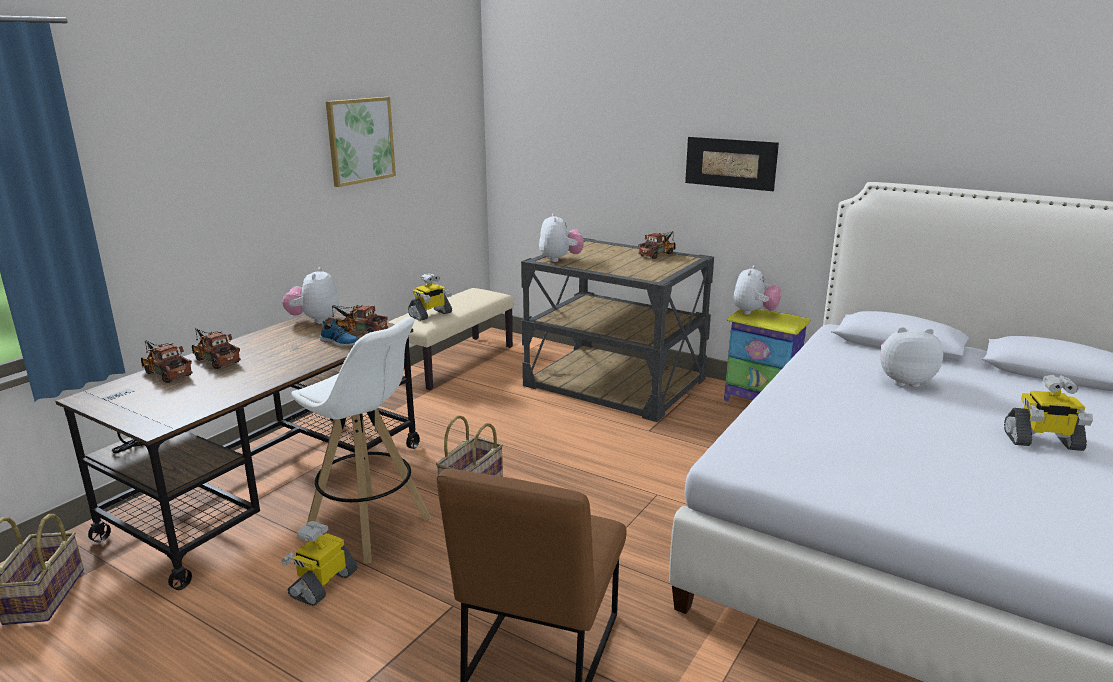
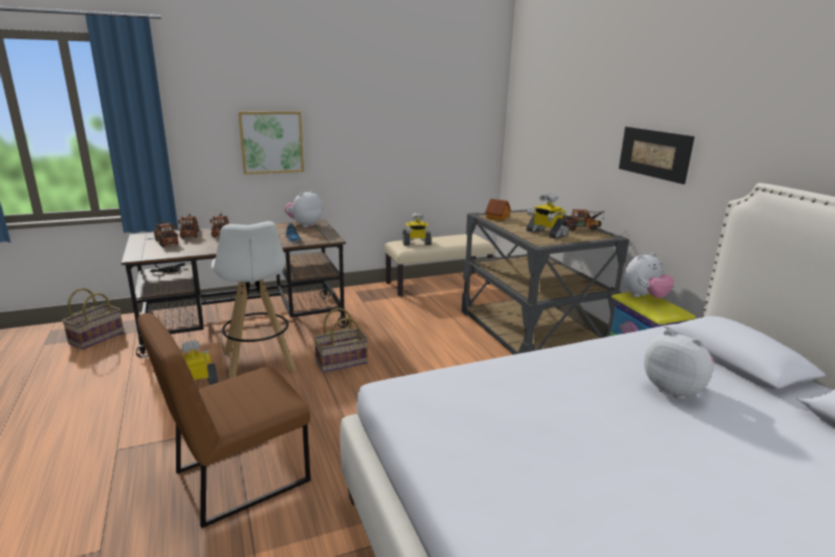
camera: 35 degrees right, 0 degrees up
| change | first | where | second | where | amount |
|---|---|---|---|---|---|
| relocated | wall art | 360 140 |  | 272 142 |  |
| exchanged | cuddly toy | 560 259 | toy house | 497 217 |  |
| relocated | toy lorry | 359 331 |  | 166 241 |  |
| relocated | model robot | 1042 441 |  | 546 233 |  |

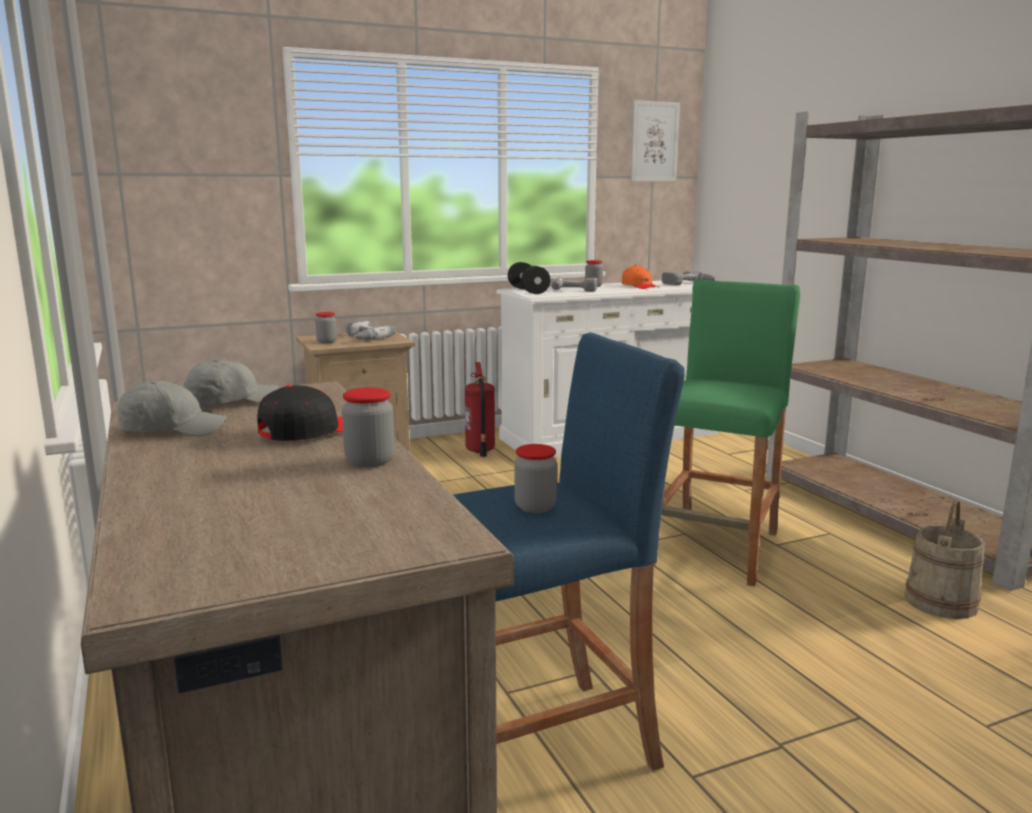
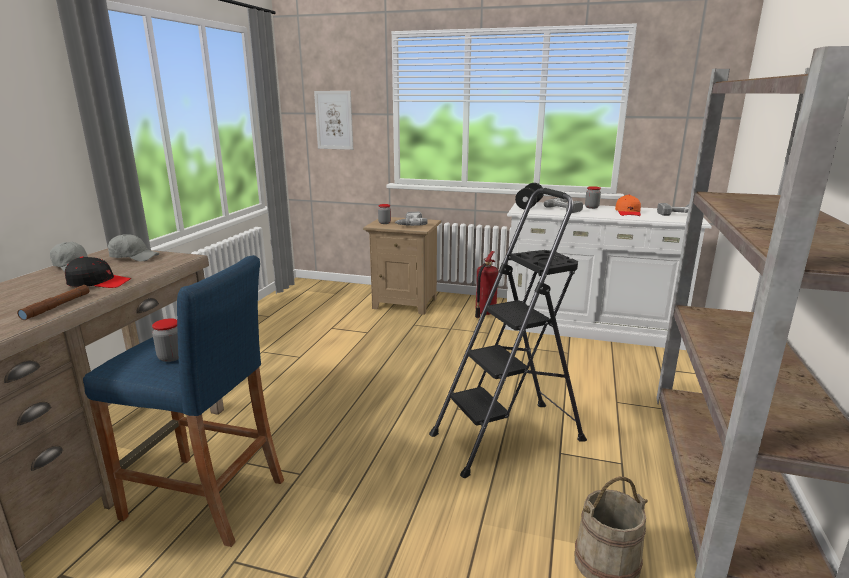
camera: 40 degrees right, 5 degrees up
| change | first | where | second | where | amount |
|---|---|---|---|---|---|
| relocated | wall art | 654 142 |  | 334 120 |  |
| exchanged | stool in green | 716 548 | stepladder | 509 436 |  |
| exchanged | jar | 370 461 | torch in brownish | 57 306 |  |

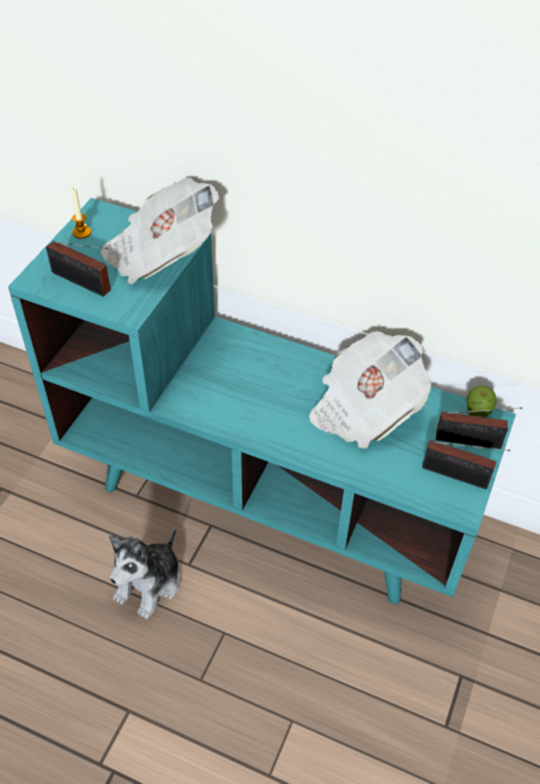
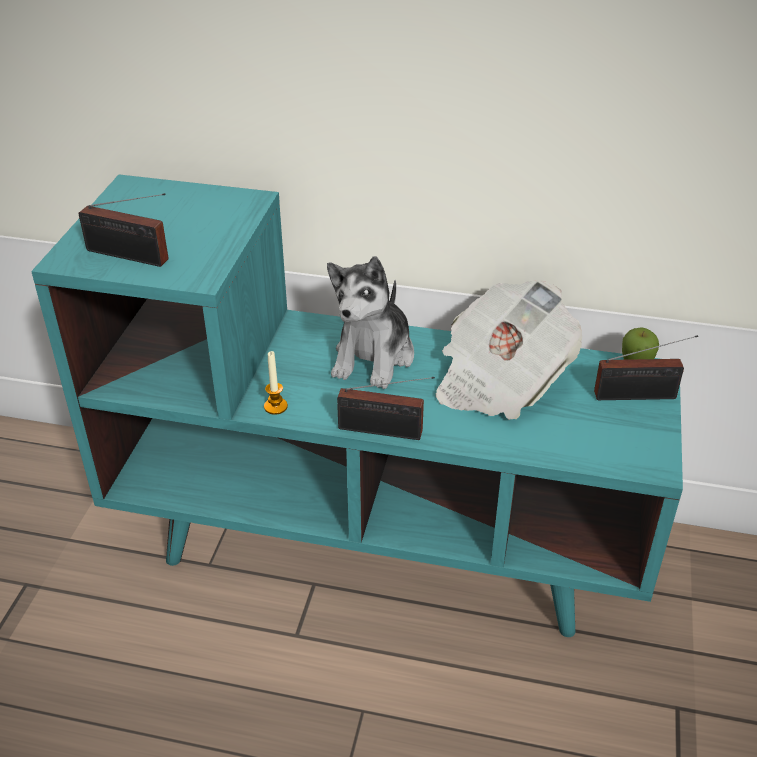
camera: 10 degrees left, 10 degrees down
| change | first | where | second | where | amount |
|---|---|---|---|---|---|
| missing | newspaper | 160 254 |  |  |  |
| relocated | wax candle | 82 232 |  | 275 406 |  |
| relocated | radio set | 459 476 |  | 385 431 |  |
| relocated | cuddly toy | 150 583 |  | 374 357 |  |

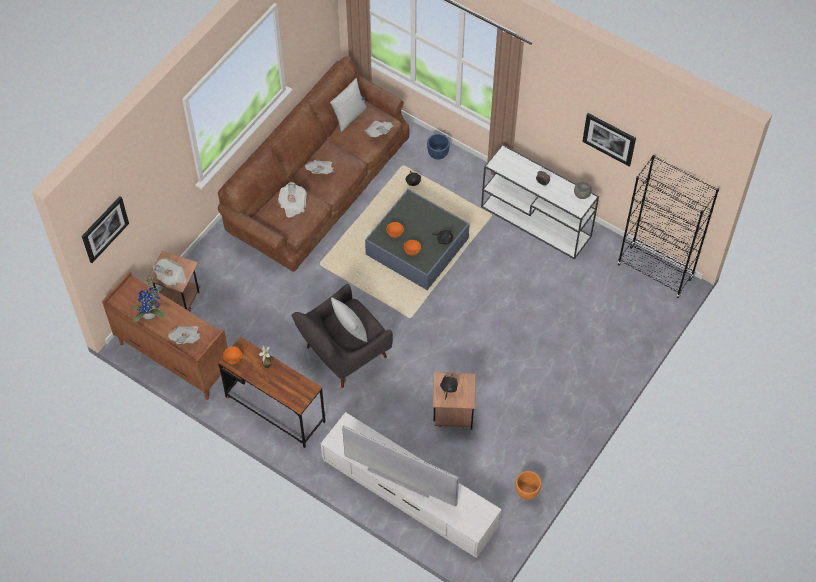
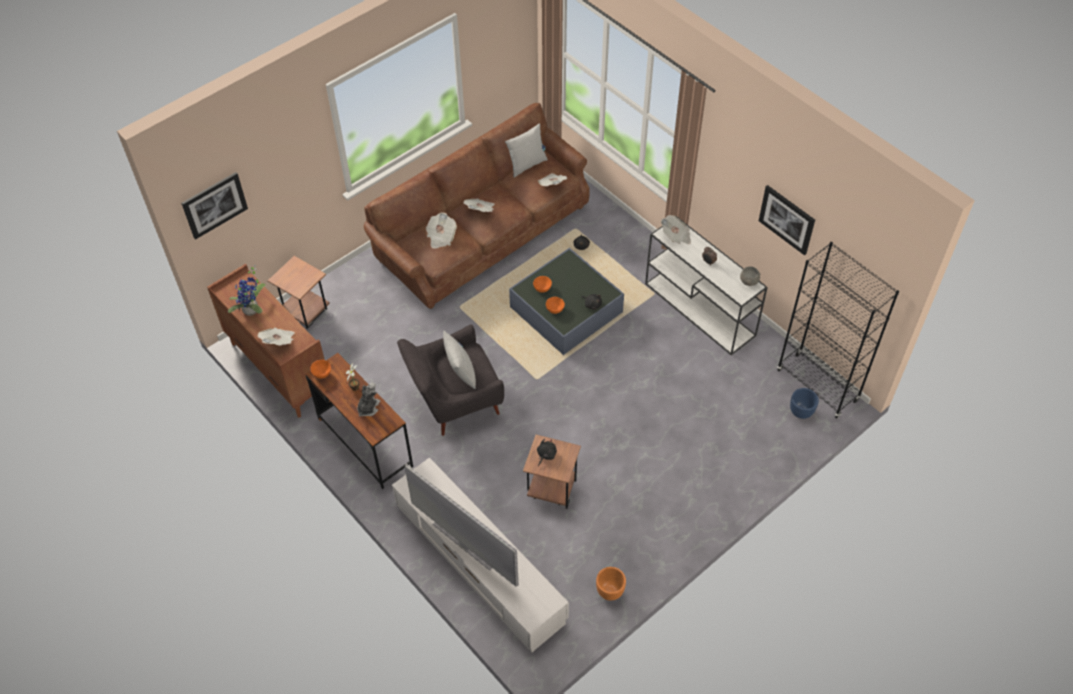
camera: 15 degrees right, 5 degrees down
| change | first | where | second | where | amount |
|---|---|---|---|---|---|
| relocated | flower pot in bluish | 438 154 |  | 801 412 |  |
| relocated | newspaper | 171 277 |  | 676 236 |  |
| appeared |  |  | cuddly toy | 368 407 |  |

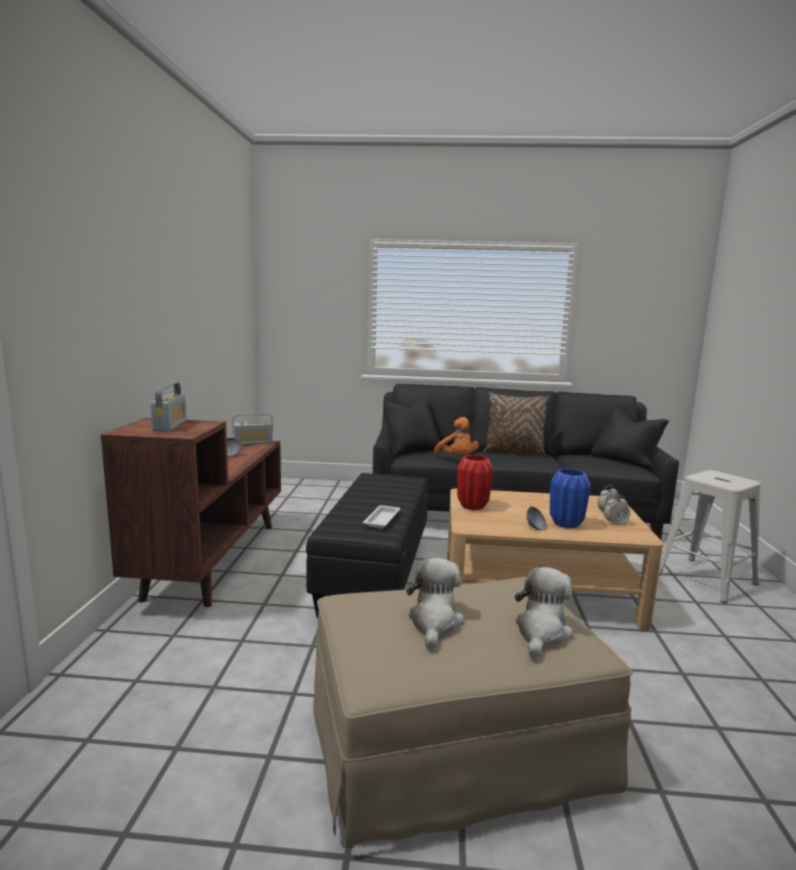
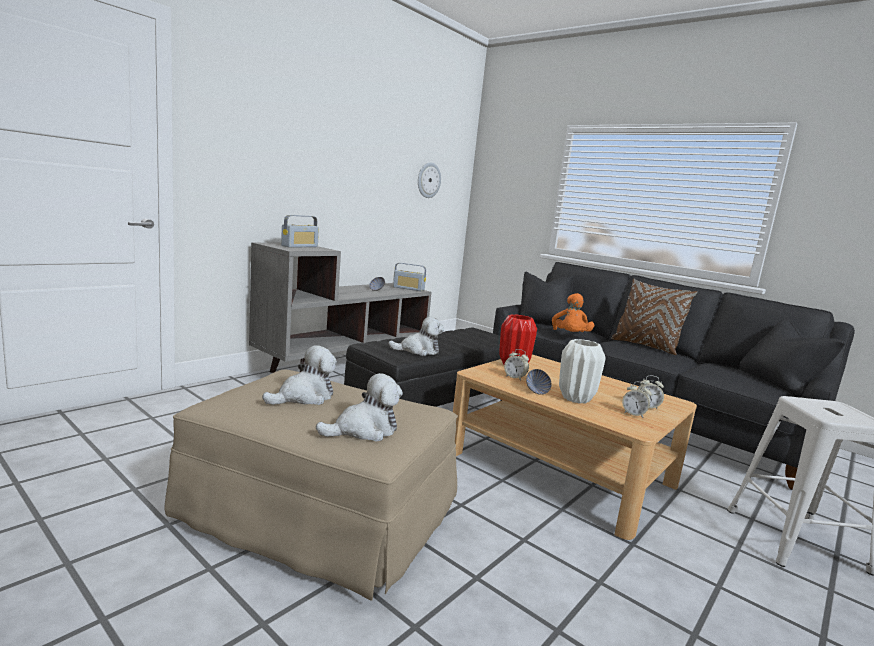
camera: 35 degrees right, 0 degrees up
| change | first | where | second | where | amount |
|---|---|---|---|---|---|
| colour | tv unit in brownish | 214 558 | tv unit in grey | 345 365 |  |
| colour | vase in bluish | 566 524 | vase in white-coloured | 576 398 |  |
| exchanged | serving tray in white-coloured | 382 519 | cuddly toy | 418 350 |  |
| appeared |  |  | clock on the wall | 428 180 |  |
| appeared |  |  | bedside clock | 515 377 |  |

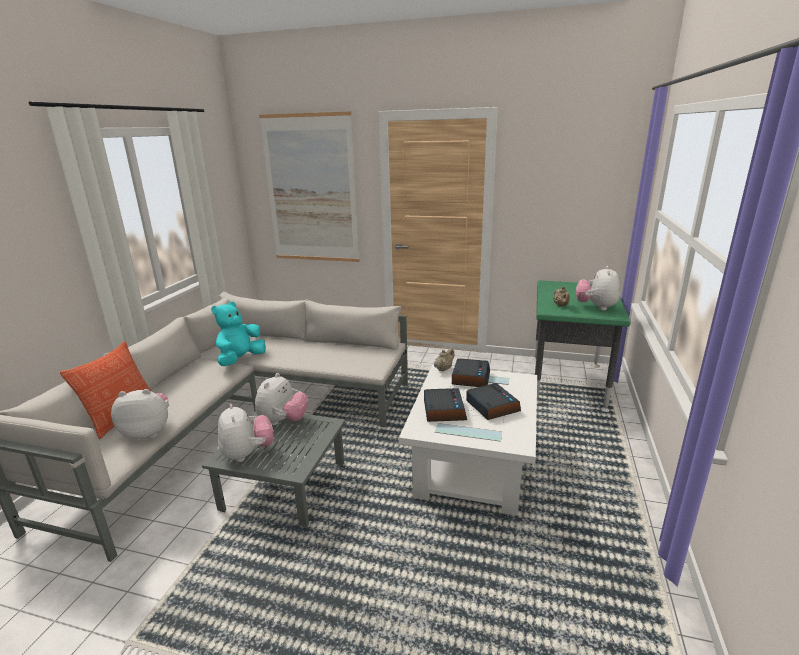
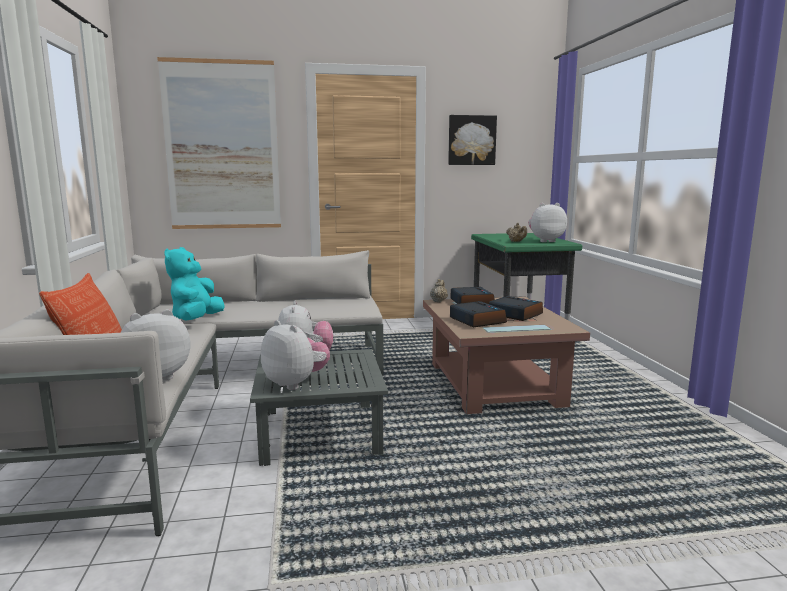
camera: 25 degrees left, 10 degrees down
| change | first | where | second | where | amount |
|---|---|---|---|---|---|
| spun | cuddly toy | 596 307 |  | 545 241 | 90 degrees clockwise |
| colour | lounge table in white-coloured | 472 462 | lounge table in brownish | 493 384 |  |
| appeared |  |  | wall art | 471 140 |  |

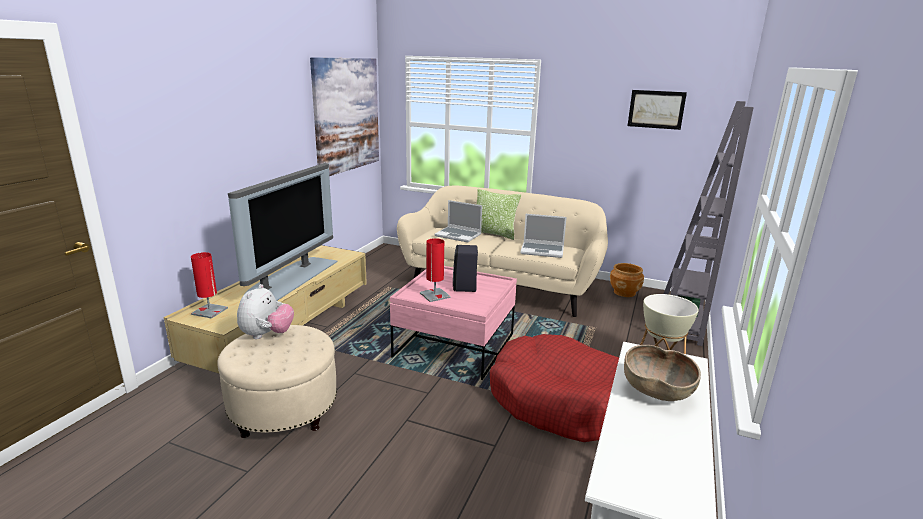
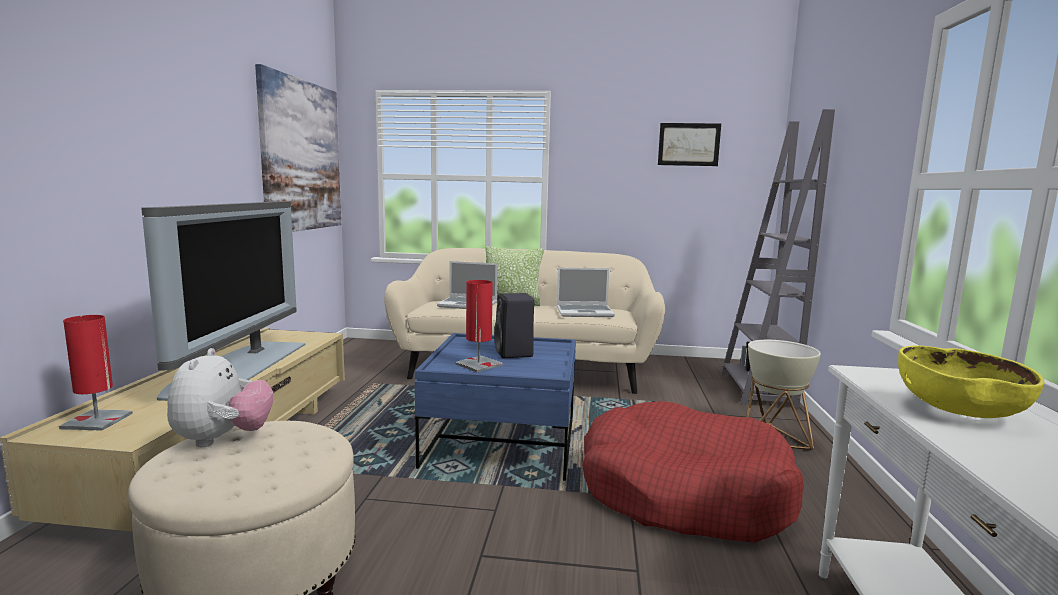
camera: 15 degrees left, 10 degrees down
| change | first | where | second | where | amount |
|---|---|---|---|---|---|
| missing | flower pot in brownish | 624 292 |  |  |  |
| colour | lounge table in pink | 454 345 | lounge table in bluish | 502 442 |  |
| colour | deep dish in brownish | 657 391 | deep dish in yellowish | 958 411 |  |

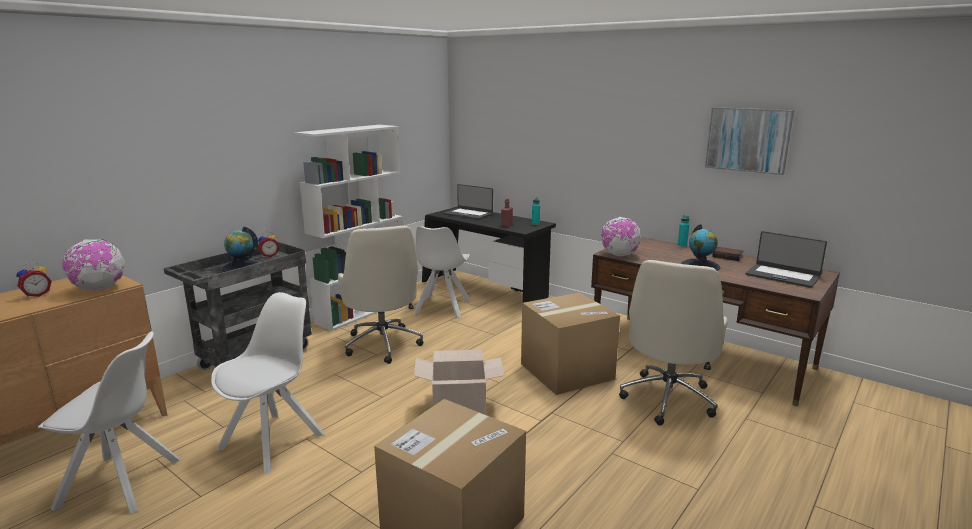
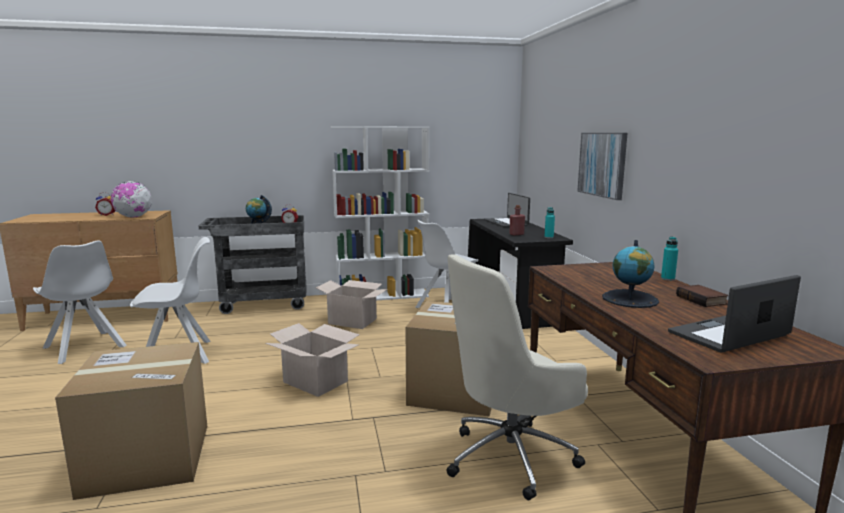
camera: 40 degrees right, 5 degrees down
| change | first | where | second | where | amount |
|---|---|---|---|---|---|
| relocated | wall art | 748 140 |  | 602 164 |  |
| missing | globe | 619 255 |  |  |  |
| exchanged | desk chair in beige-coloured | 383 345 | cardboard box | 352 321 |  |
| spun | notebook computer | 782 276 |  | 730 335 | 75 degrees clockwise |

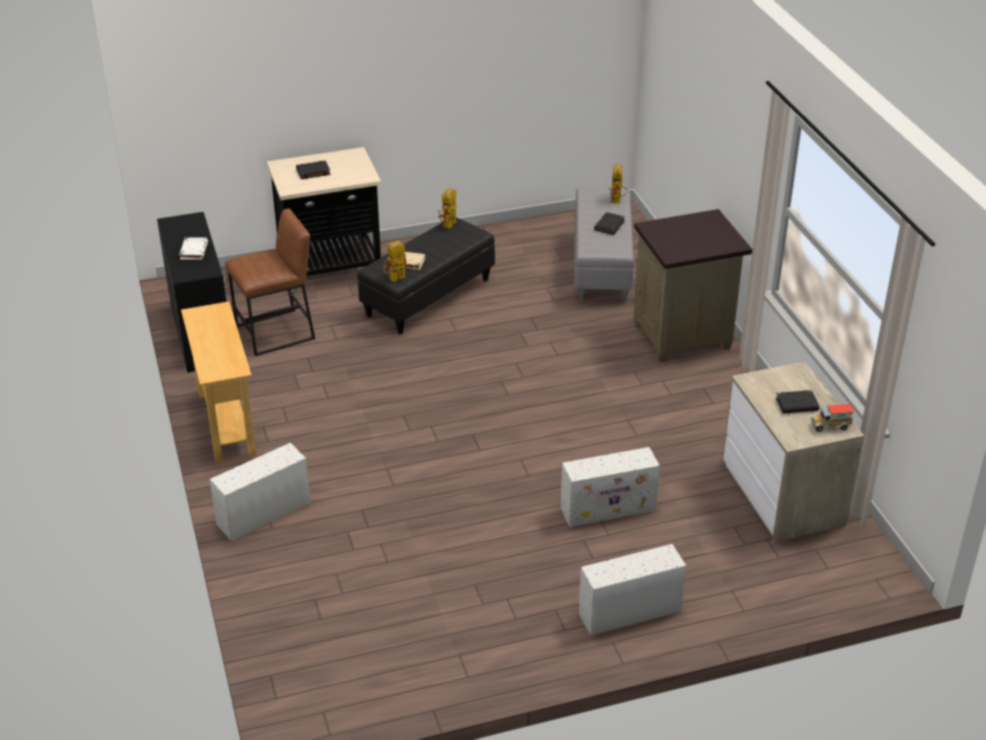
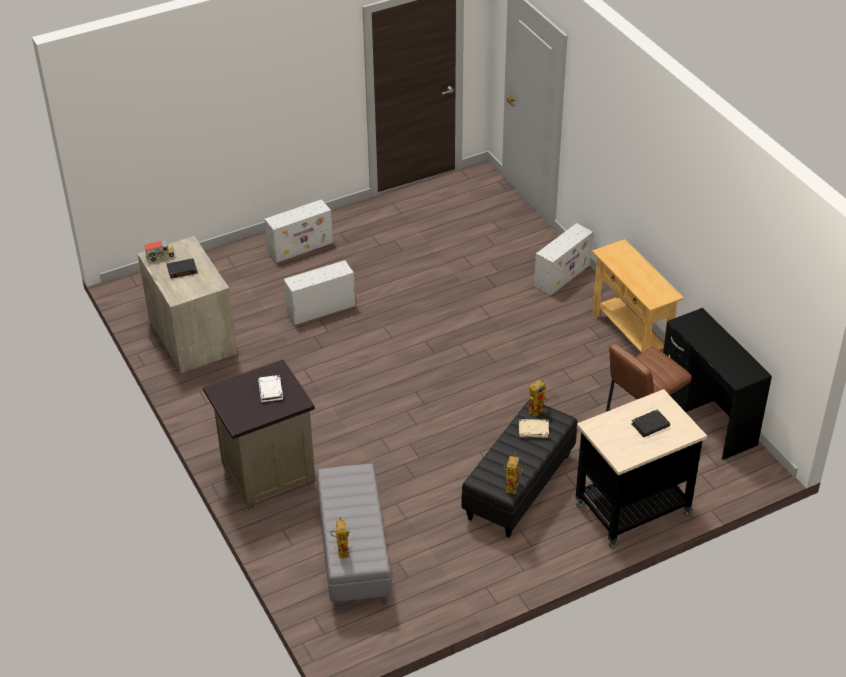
camera: 170 degrees right, 5 degrees up
| change | first | where | second | where | amount |
|---|---|---|---|---|---|
| missing | volume in black-coloured | 609 226 |  |  |  |
| relocated | volume in white-coloured | 194 250 |  | 271 390 |  |

